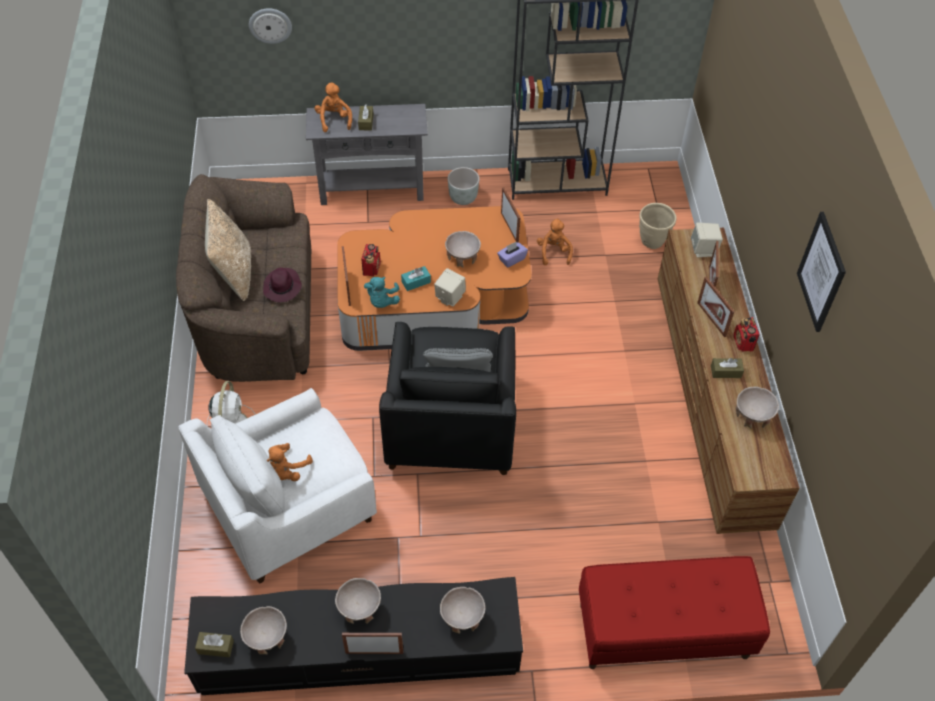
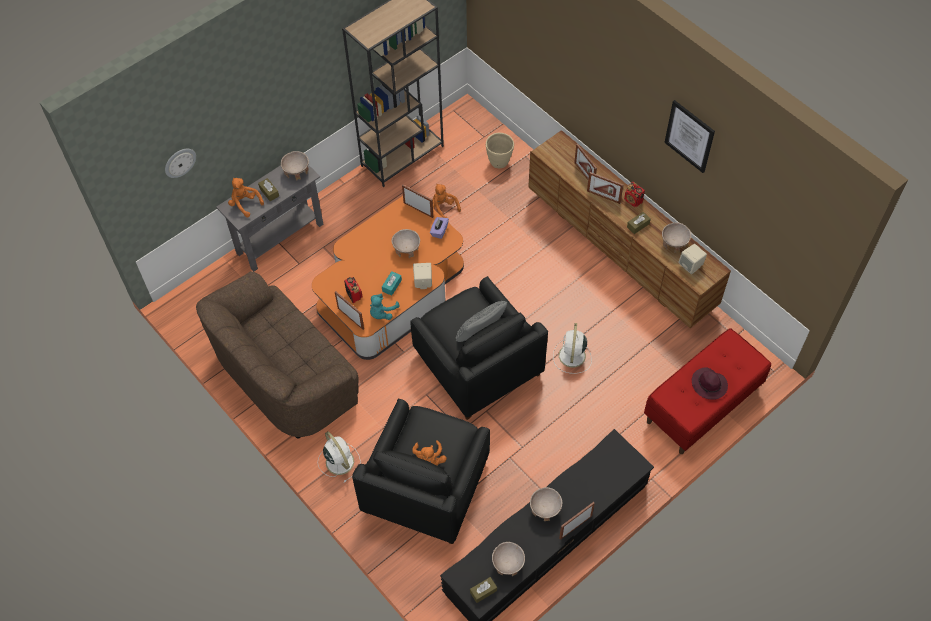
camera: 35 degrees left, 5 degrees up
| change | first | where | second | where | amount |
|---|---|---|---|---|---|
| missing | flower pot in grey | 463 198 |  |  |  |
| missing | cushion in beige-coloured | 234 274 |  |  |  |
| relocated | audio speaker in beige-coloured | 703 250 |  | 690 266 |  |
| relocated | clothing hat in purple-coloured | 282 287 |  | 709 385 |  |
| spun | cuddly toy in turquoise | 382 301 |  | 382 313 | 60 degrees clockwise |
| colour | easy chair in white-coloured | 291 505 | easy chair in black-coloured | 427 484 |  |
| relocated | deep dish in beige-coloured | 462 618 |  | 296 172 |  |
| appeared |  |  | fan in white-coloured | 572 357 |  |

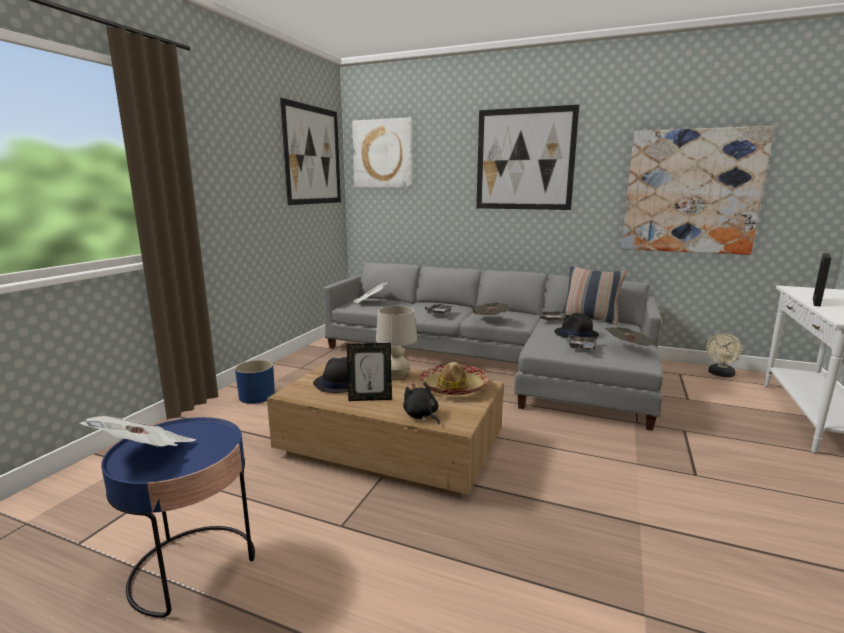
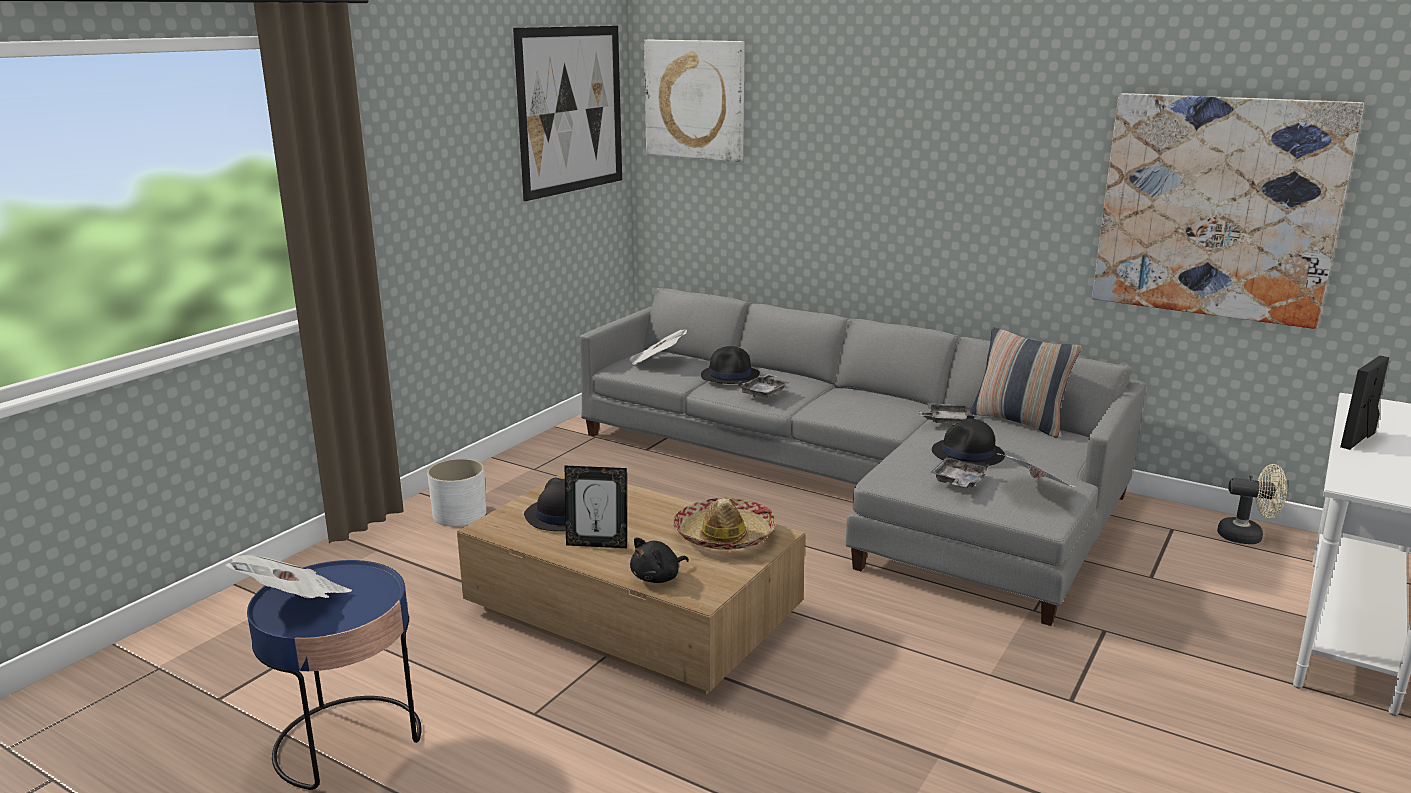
camera: 10 degrees right, 5 degrees up
| change | first | where | second | where | amount |
|---|---|---|---|---|---|
| missing | wall art | 524 159 |  |  |  |
| missing | newspaper | 490 320 |  |  |  |
| missing | tabletop lamp in beige-coloured | 397 376 |  |  |  |
| spun | fan in beige-coloured | 720 374 |  | 1247 536 | 120 degrees counterclockwise |
| colour | flower pot in bluish | 257 396 | flower pot in white-coloured | 459 514 |  |
| spun | cuddly toy in black-coloured | 421 416 |  | 658 577 | 105 degrees counterclockwise |
| appeared |  |  | clothing hat in black-coloured | 730 375 |  |

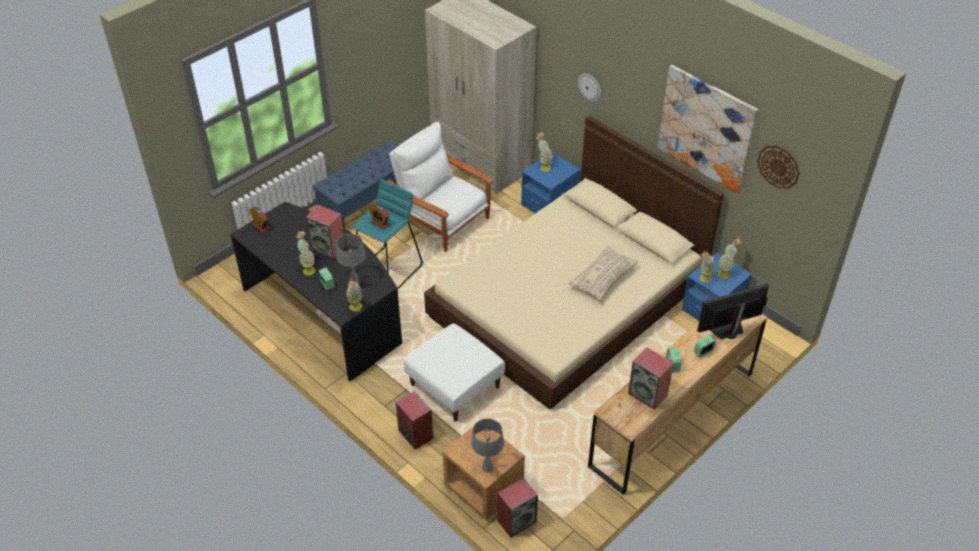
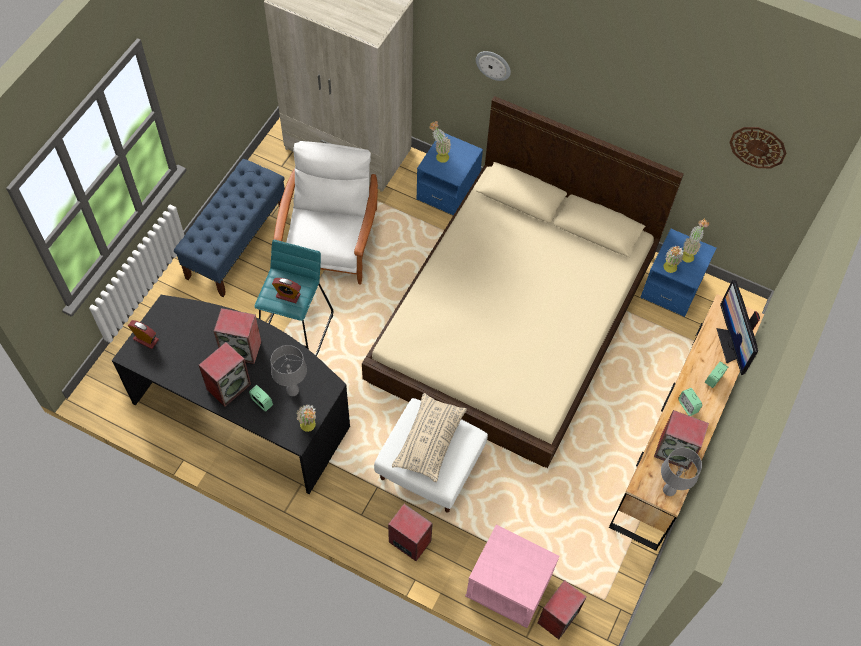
camera: 20 degrees left, 15 degrees up
| change | first | where | second | where | amount |
|---|---|---|---|---|---|
| missing | wall art | 706 128 |  |  |  |
| spun | easy chair in white-coloured | 440 219 |  | 330 242 | 75 degrees clockwise |
| exchanged | plant in a pot | 307 269 | audio speaker | 229 386 |  |
| relocated | cushion in beige-coloured | 602 279 |  | 429 441 |  |
| spun | computer screen | 729 331 |  | 731 344 | 60 degrees counterclockwise |
| relocated | tabletop lamp in grey | 487 467 |  | 669 489 |  |
| colour | night table in brownish | 483 487 | night table in pink | 508 587 |  |

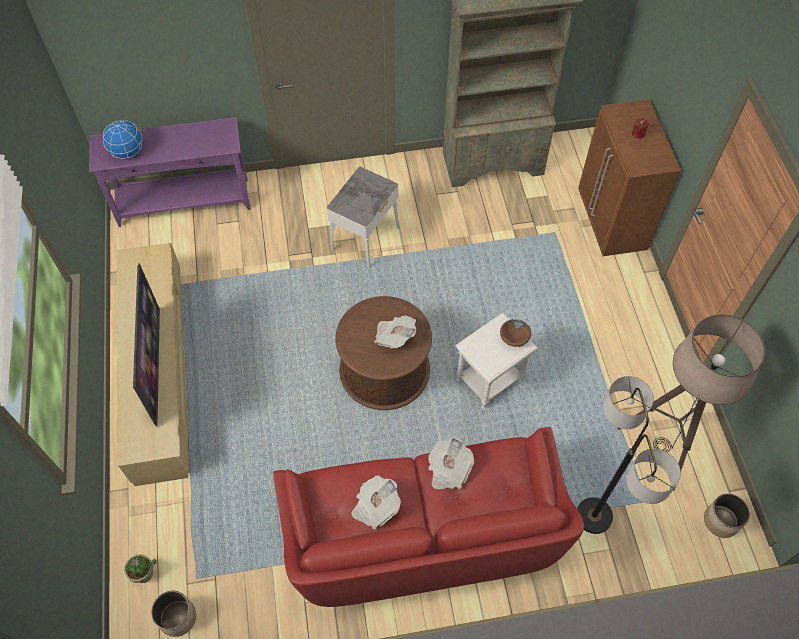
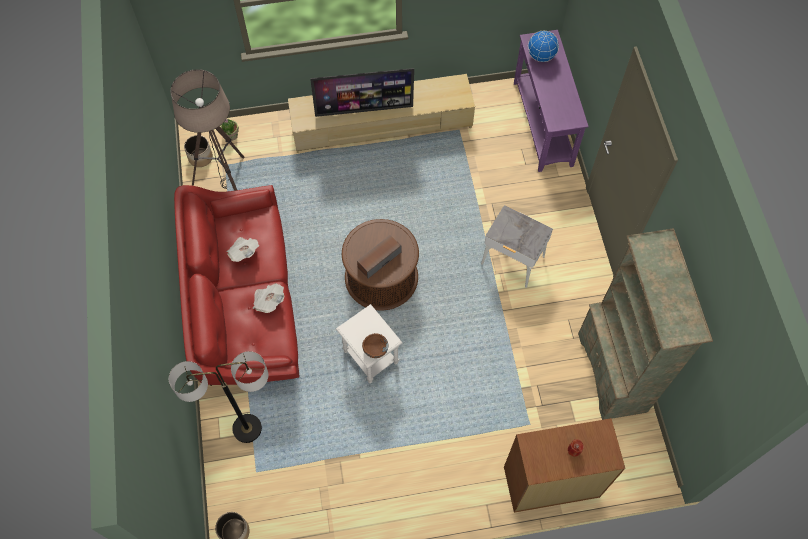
camera: 90 degrees right, 5 degrees up
| change | first | where | second | where | amount |
|---|---|---|---|---|---|
| relocated | standard lamp | 661 446 |  | 226 182 |  |
| exchanged | newspaper | 394 336 | audio speaker | 379 259 |  |

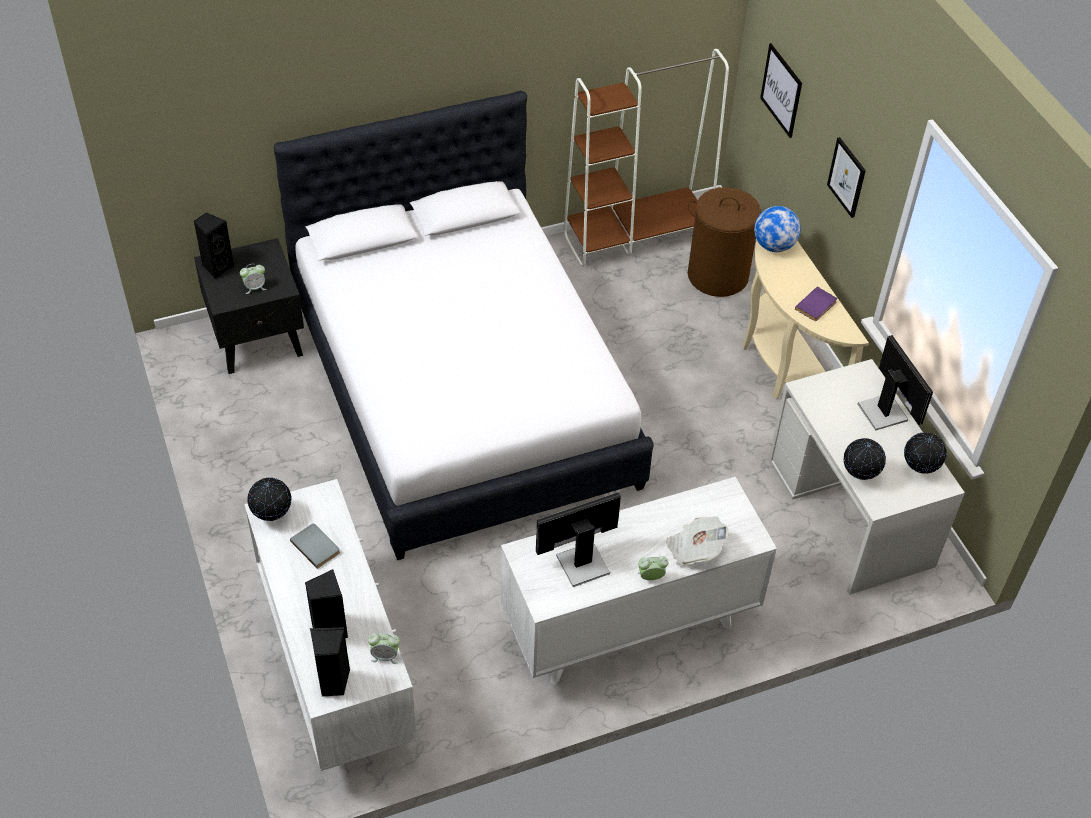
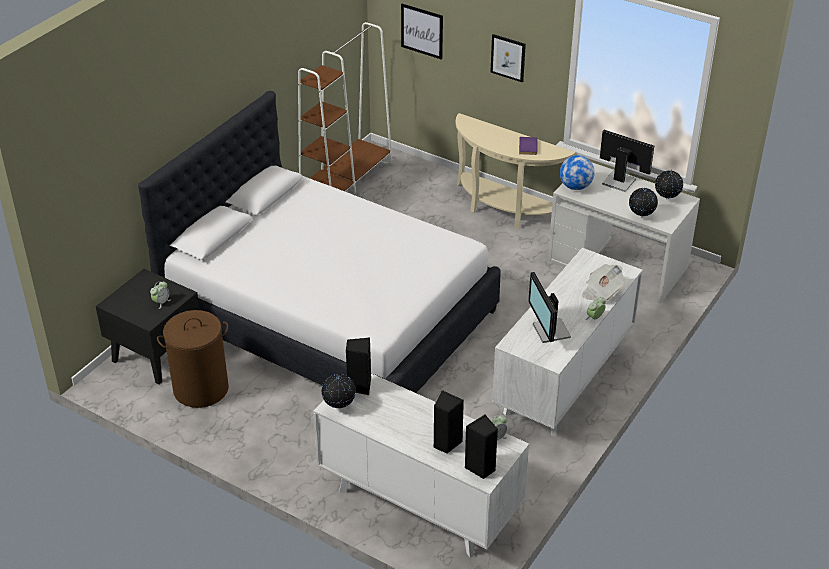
camera: 35 degrees left, 10 degrees down
| change | first | where | second | where | amount |
|---|---|---|---|---|---|
| relocated | laundry basket in brownish | 717 276 |  | 201 389 |  |
| relocated | globe | 774 246 |  | 575 187 |  |
| relocated | audio speaker in black-coloured | 217 267 |  | 359 386 |  |
| spun | computer screen | 581 563 |  | 550 331 | 45 degrees counterclockwise |
| missing | volume in grey | 316 546 |  |  |  |

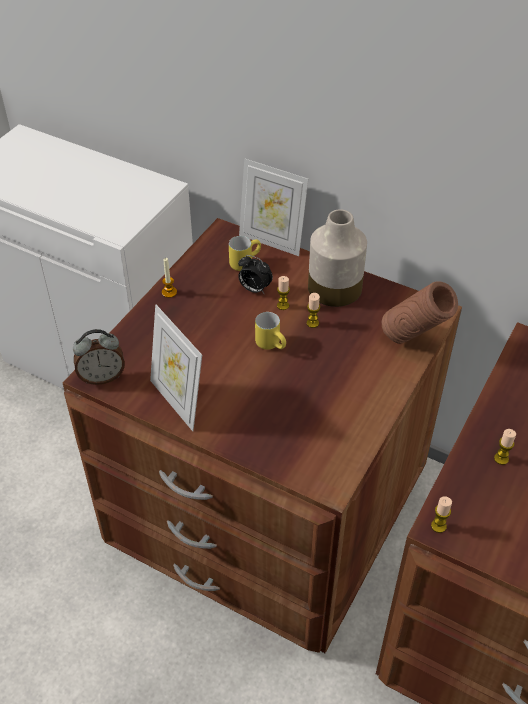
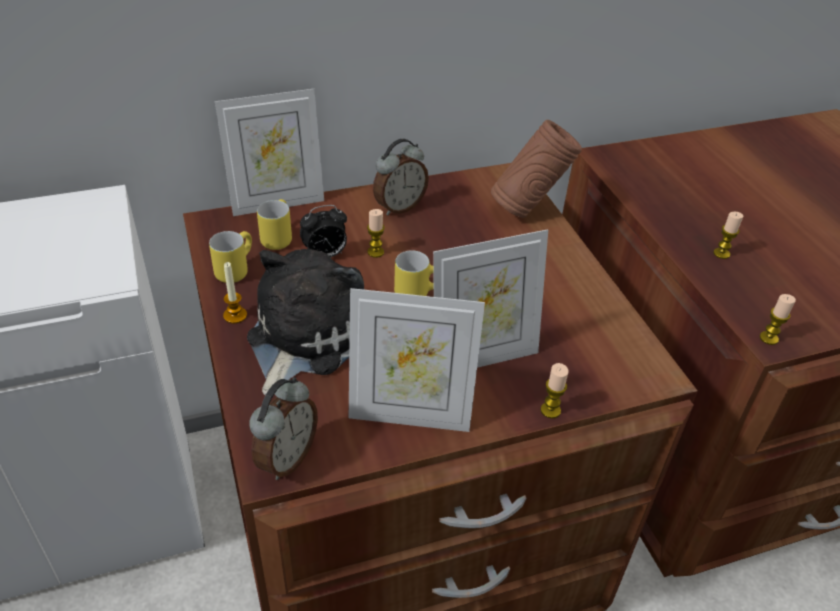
camera: 50 degrees left, 5 degrees down
| change | first | where | second | where | amount |
|---|---|---|---|---|---|
| exchanged | vase in beige-coloured | 335 287 | bedside clock | 399 207 |  |
| relocated | wax candle | 312 323 |  | 550 410 |  |
| appeared |  |  | photo frame | 482 356 |  |
| appeared |  |  | mug in yellowish | 234 269 |  |
| appeared |  |  | cuddly toy | 304 337 |  |

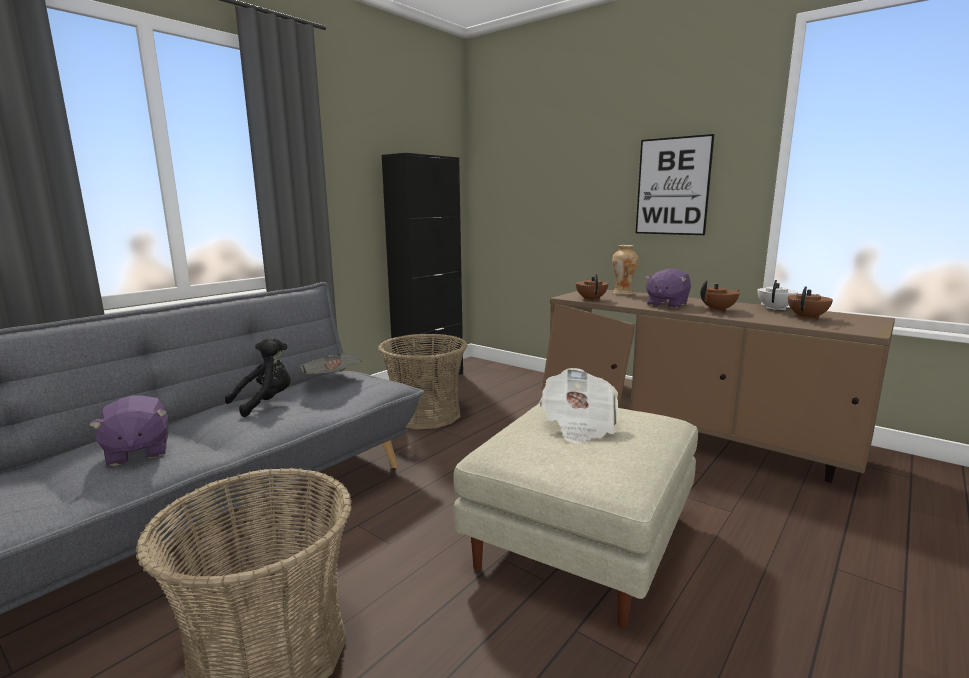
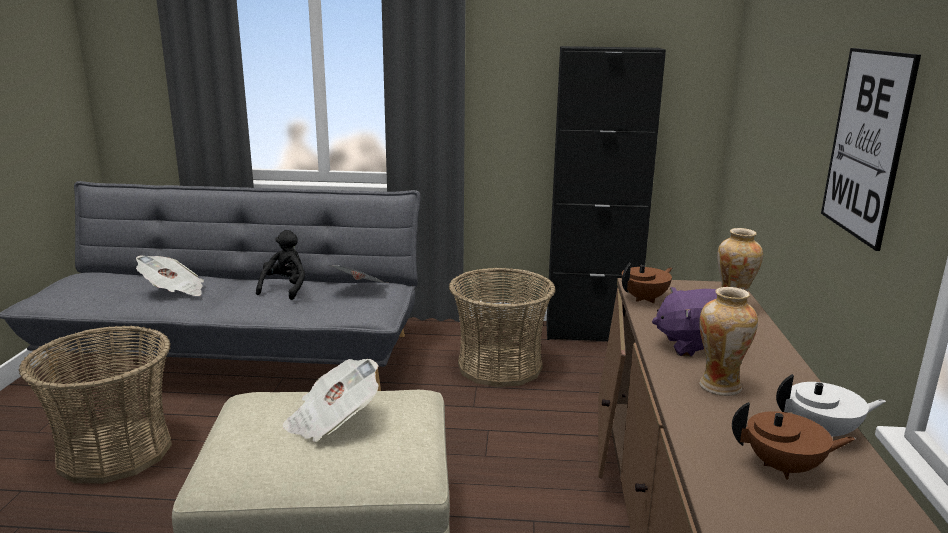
camera: 55 degrees right, 5 degrees up
| change | first | where | second | where | amount |
|---|---|---|---|---|---|
| exchanged | tea pot in brownish | 718 310 | vase | 719 386 |  |
| spun | cuddly toy in black-coloured | 265 403 |  | 285 289 | 90 degrees counterclockwise |
| exchanged | cuddly toy in purple-coloured | 137 452 | newspaper | 174 291 |  |

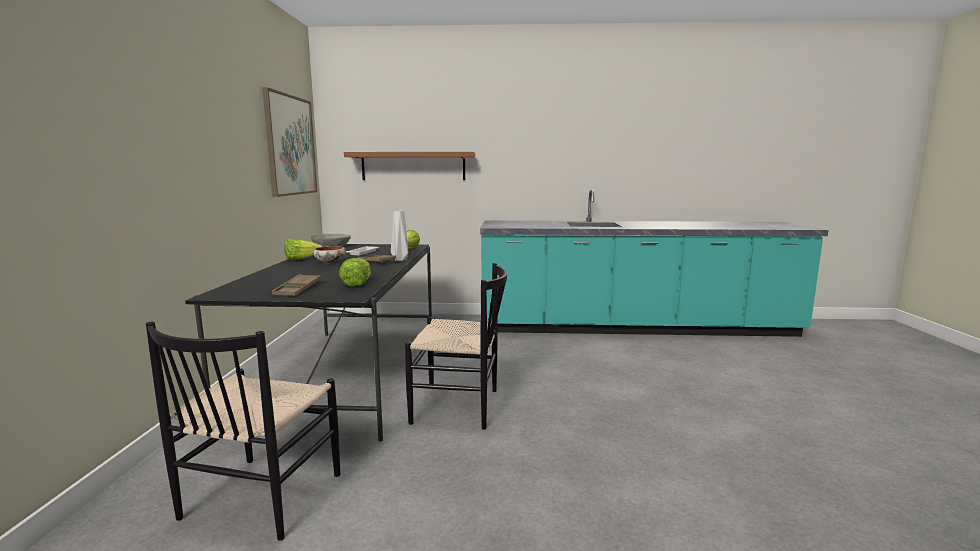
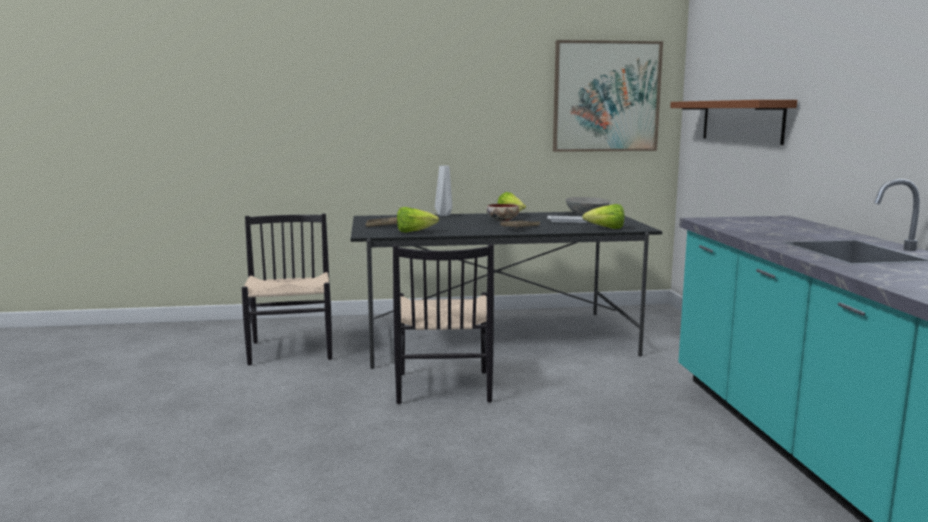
camera: 80 degrees right, 0 degrees up
| change | first | where | second | where | amount |
|---|---|---|---|---|---|
| relocated | vase in grey | 400 259 |  | 444 215 |  |
| spun | plain chair in black-coloured | 258 500 |  | 292 349 | 75 degrees clockwise |

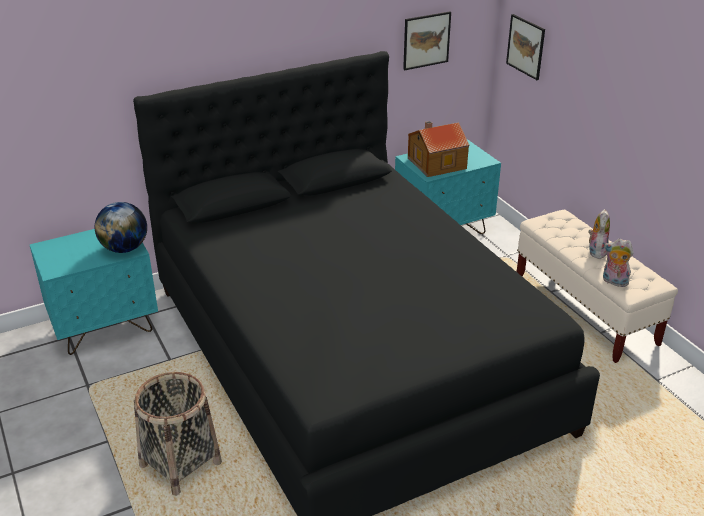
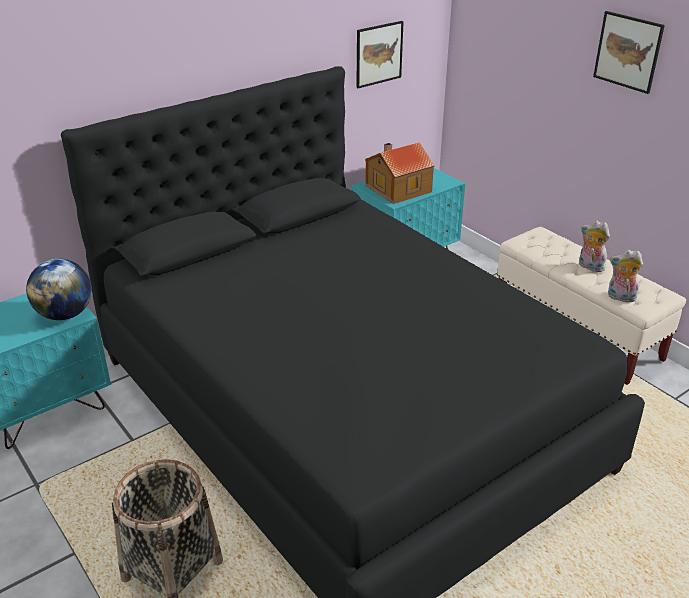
camera: 10 degrees left, 0 degrees up
| change | first | where | second | where | amount |
|---|---|---|---|---|---|
| relocated | wall art | 525 46 |  | 628 51 |  |
| spun | cuddly toy | 596 251 |  | 589 267 | 60 degrees counterclockwise |

